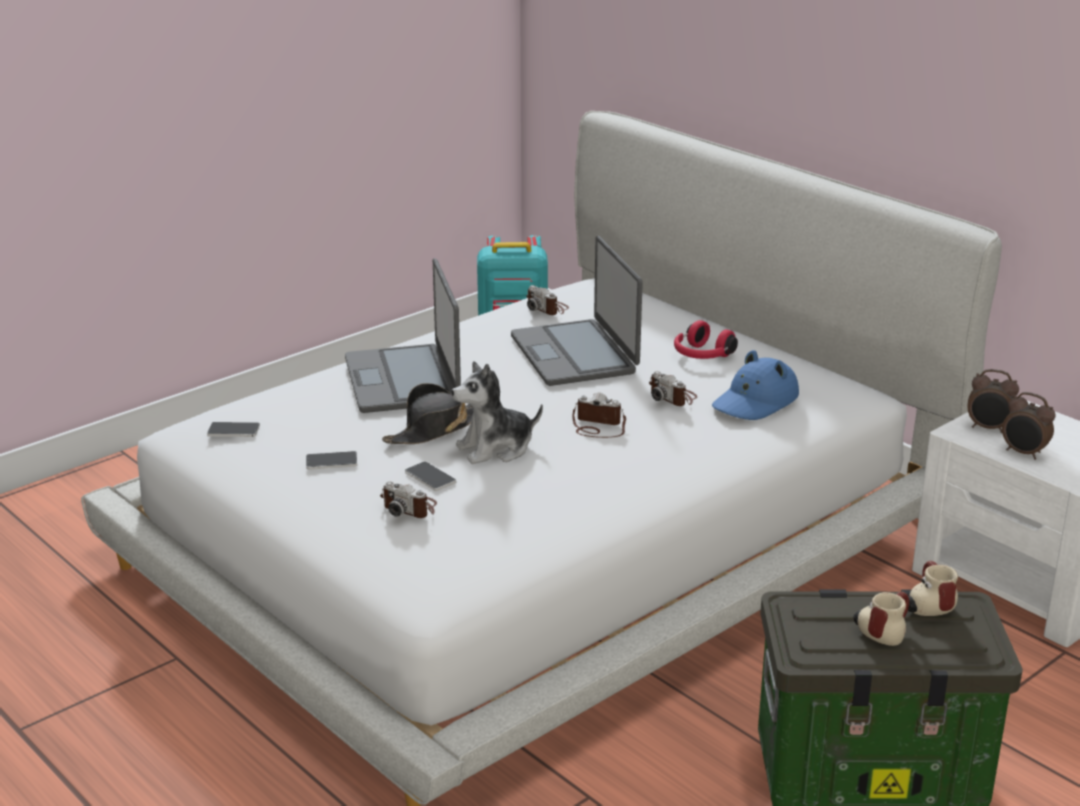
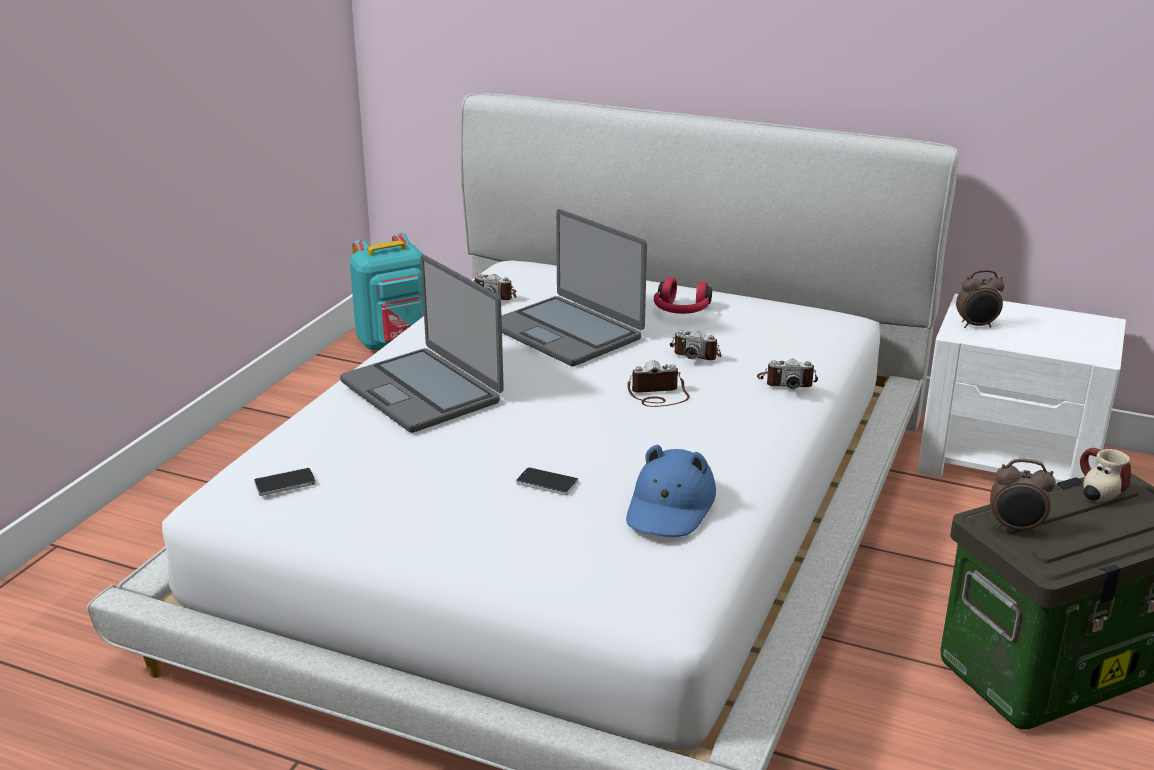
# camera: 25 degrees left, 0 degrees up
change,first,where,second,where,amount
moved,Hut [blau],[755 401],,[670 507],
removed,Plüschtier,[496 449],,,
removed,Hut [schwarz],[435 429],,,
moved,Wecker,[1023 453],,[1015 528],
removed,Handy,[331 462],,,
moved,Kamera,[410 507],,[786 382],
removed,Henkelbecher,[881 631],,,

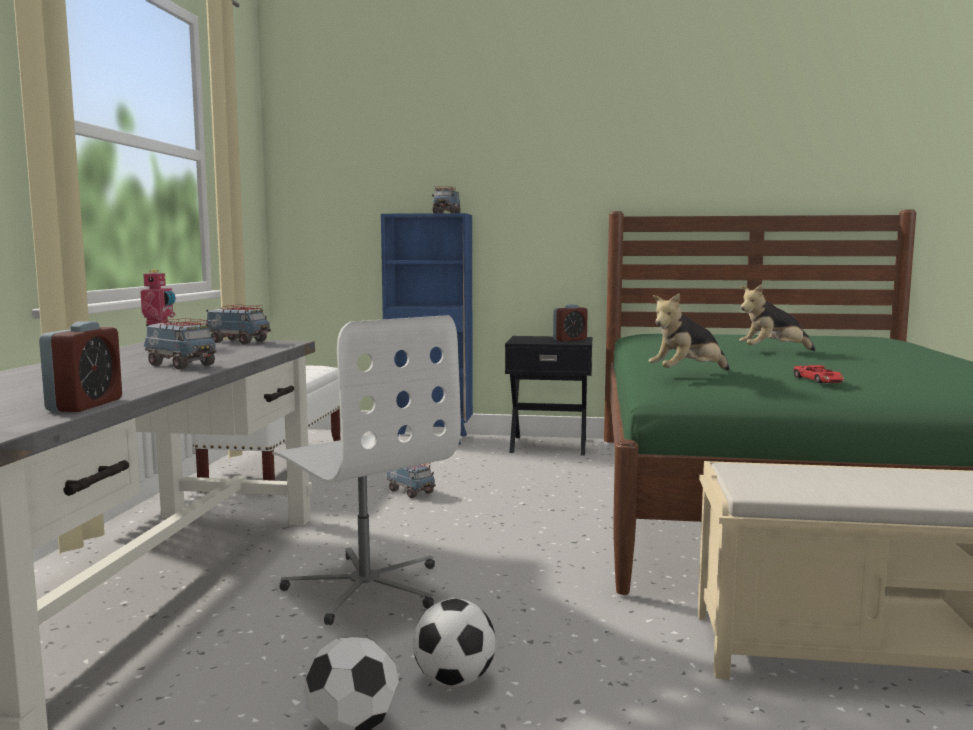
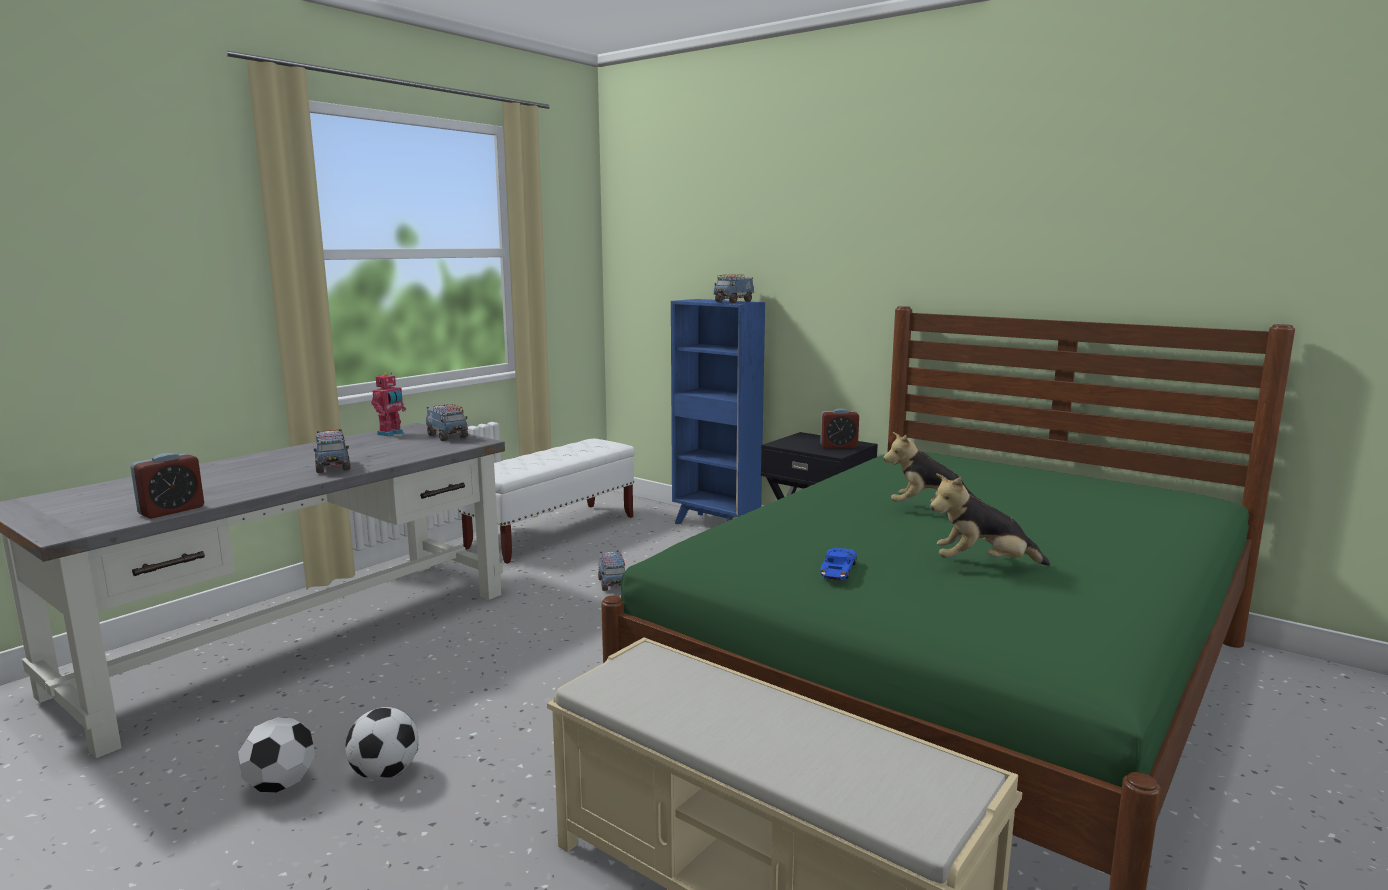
# camera: 30 degrees right, 5 degrees up
change,first,where,second,where,amount
moved,Plüschtier,[687 374],,[983 565],
removed,Bürostuhl [weiß],[365 587],,,
recoloured,Spielzeugauto [rot],[818 380],Spielzeugauto [blau],[837 570],

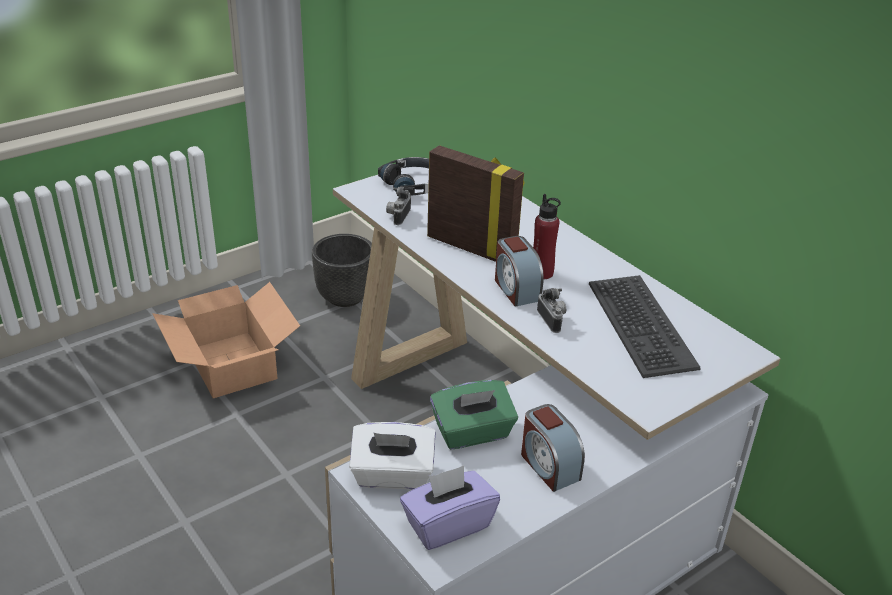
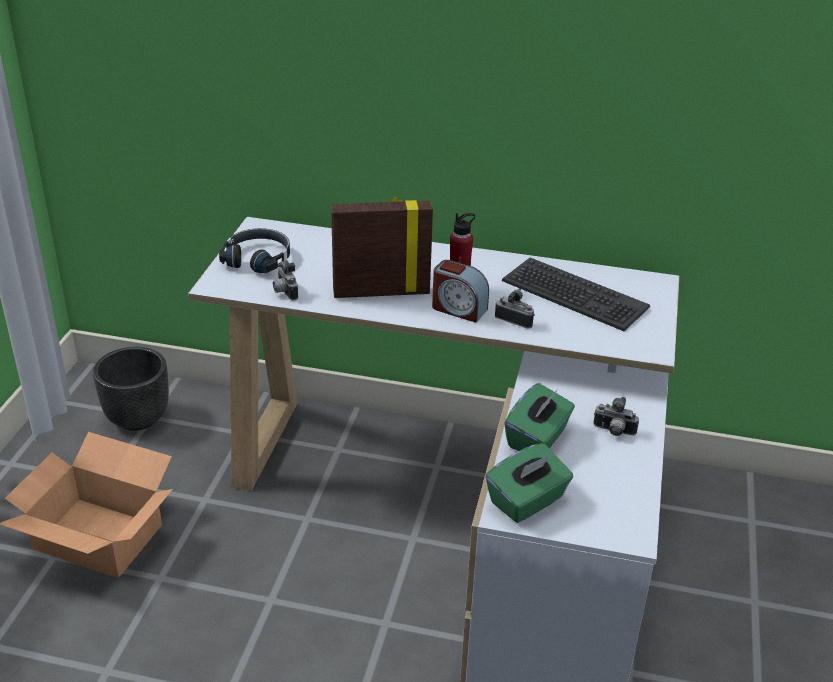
# camera: 40 degrees left, 0 degrees up
change,first,where,second,where,amount
replaced,Wecker,[548 466],Kamera,[613 432],
recoloured,Taschentuchbox [weiß],[392 475],Taschentuchbox [grün],[527 501],
removed,Taschentuchbox [lila],[448 524],,,

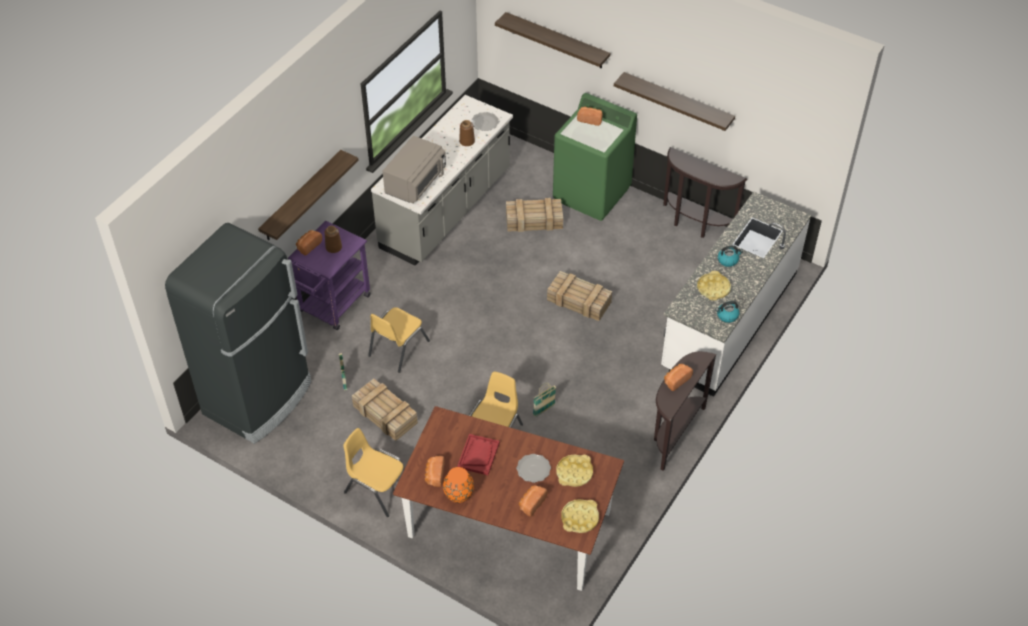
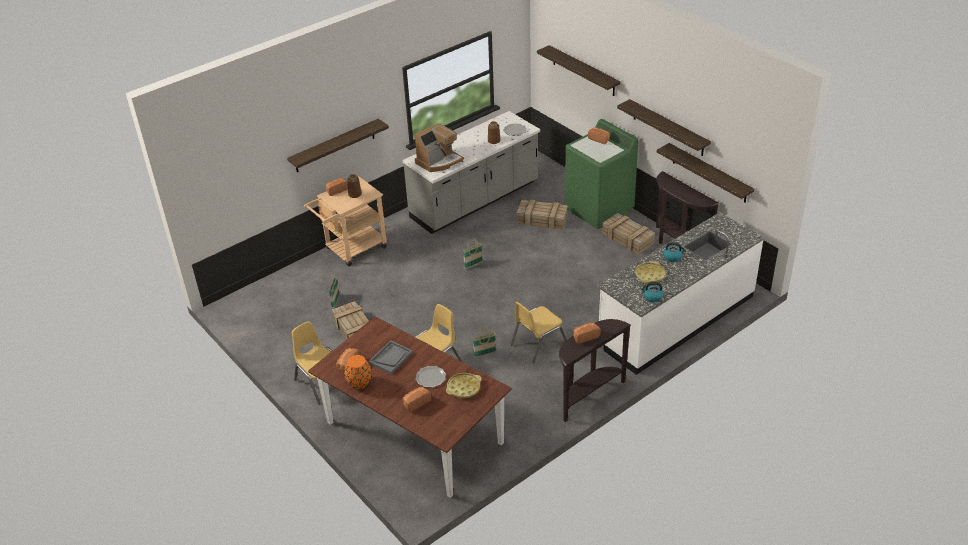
# camera: 20 degrees right, 10 degrees down
change,first,where,second,where,amount
replaced,Mikrowelle [grau],[416 183],Kaffeemaschine,[439 162],
recoloured,Rollwagen [lila],[330 307],Rollwagen [beige],[351 250],
removed,Kühlschrank [schwarz],[259 398],,,
moved,Kiste,[580 301],,[628 239],
moved,Stuhl [gelb],[398 348],,[538 344],
recoloured,Tablett [rot],[478 455],Tablett [grau],[391 358],
removed,Tablett [gelb],[580 518],,,
added,,,Wandregal,[709 173],
added,,,Korb,[473 265],

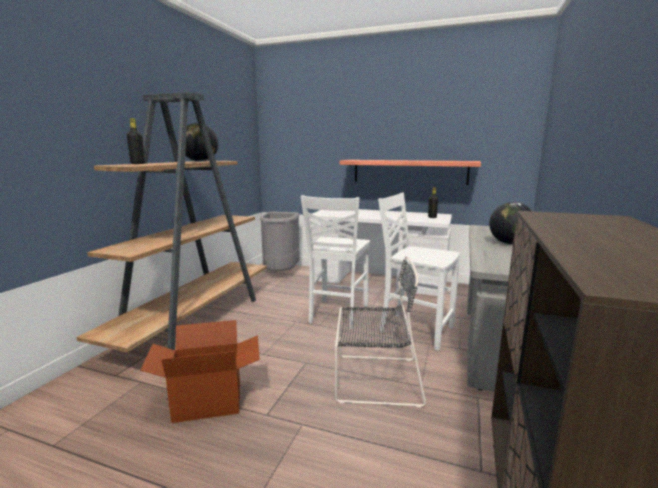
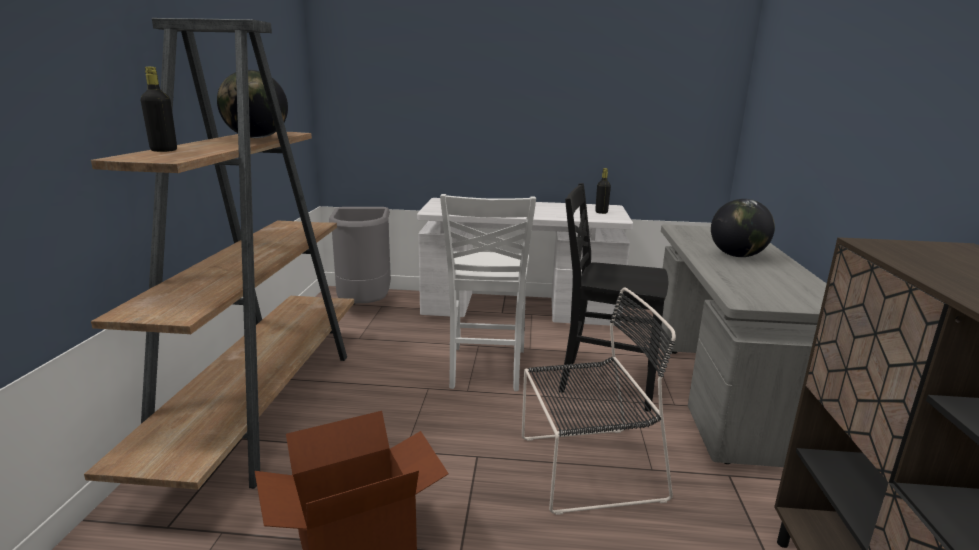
# camera: 15 degrees left, 5 degrees up
change,first,where,second,where,amount
removed,Wandregal,[409 171],,,
recoloured,Stuhl [weiß],[414 330],Stuhl [schwarz],[605 382],

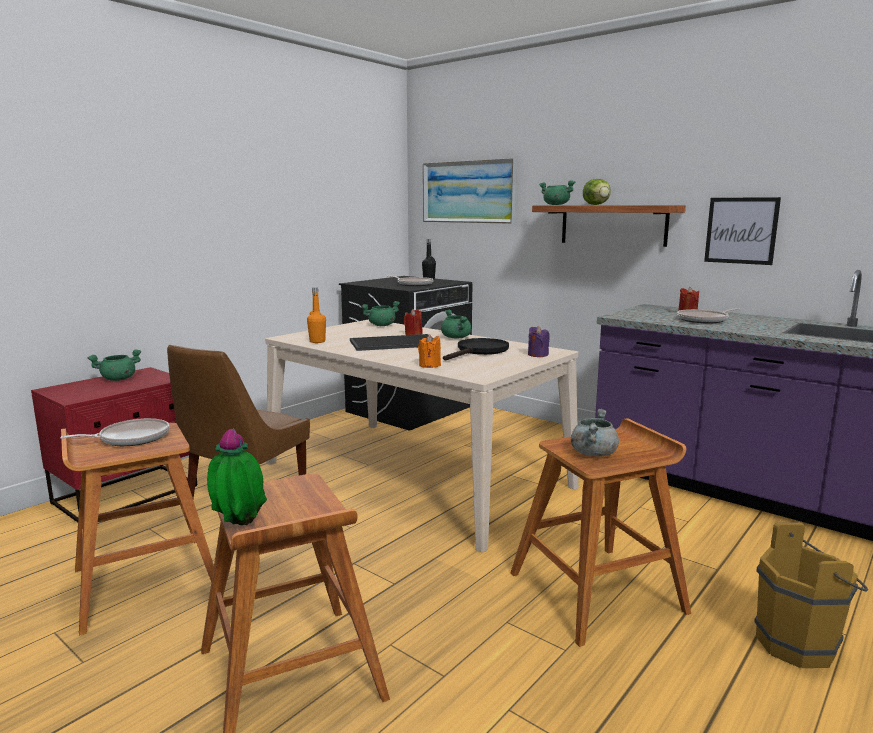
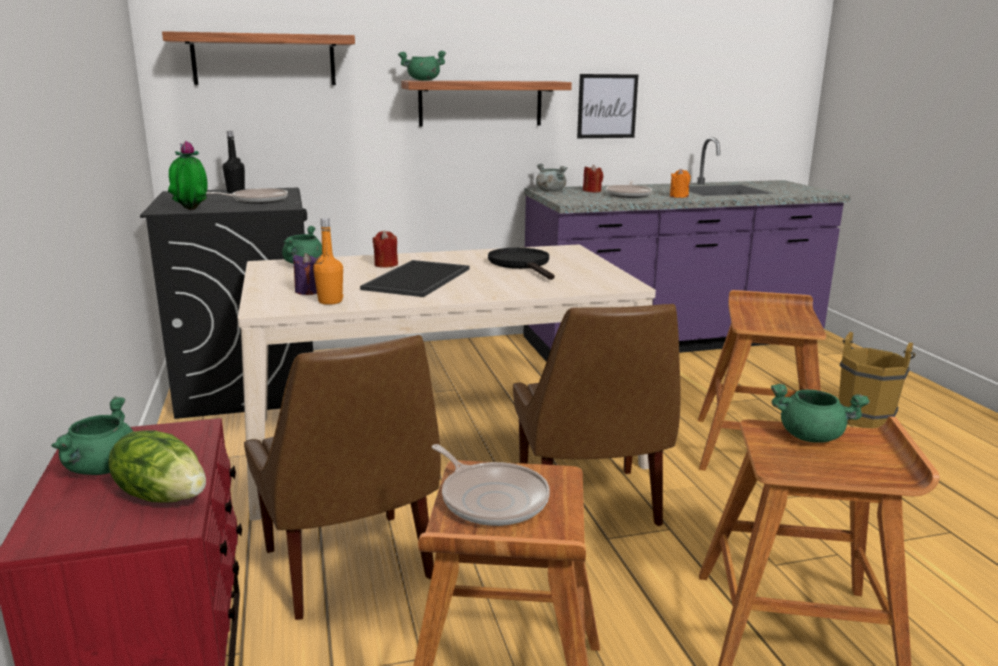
# camera: 55 degrees left, 5 degrees up
change,first,where,second,where,amount
replaced,Bild,[468 192],Wandregal,[264 60],
moved,Salatkopf,[597 205],,[163 495],
moved,Kochtopf [grün],[456 338],,[811 436],
moved,Kerze [lila],[537 355],,[308 291],
moved,Kerze [orange],[429 365],,[679 196],
moved,Kochtopf [grau],[593 453],,[549 191],
turned,Pfanne,[131 438],,[491 499],135 degrees clockwise
moved,Topfpflanze,[238 527],,[191 210],
added,,,Stuhl [braun],[589 505],

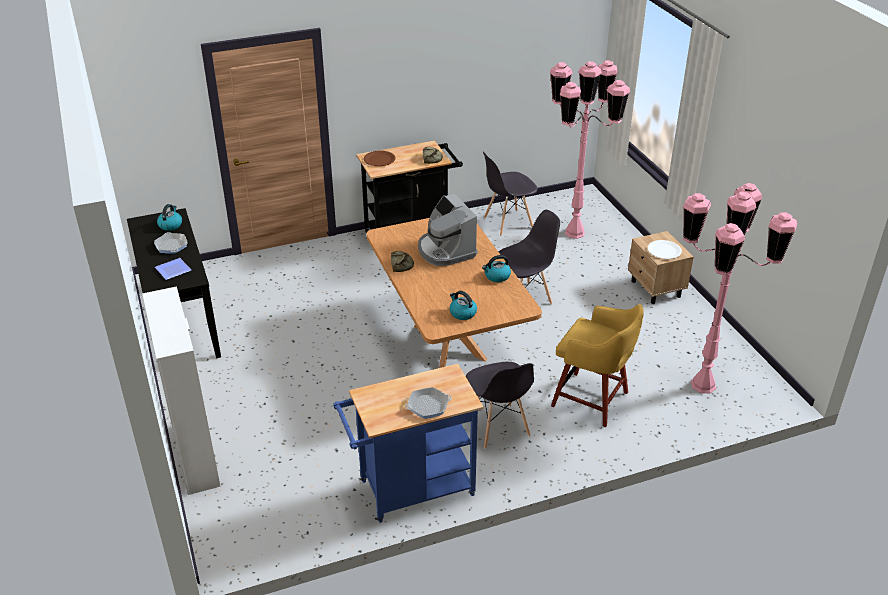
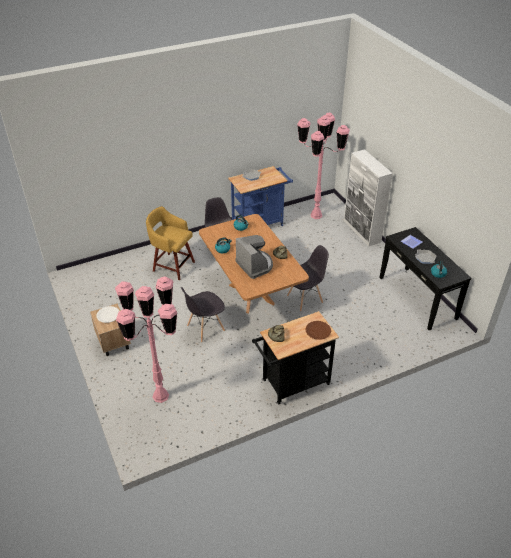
# camera: 175 degrees right, 5 degrees up
change,first,where,second,where,amount
moved,Stuhl [grau],[507 223],,[305 299],
moved,Stehlampe [rosa],[703 385],,[316 215],

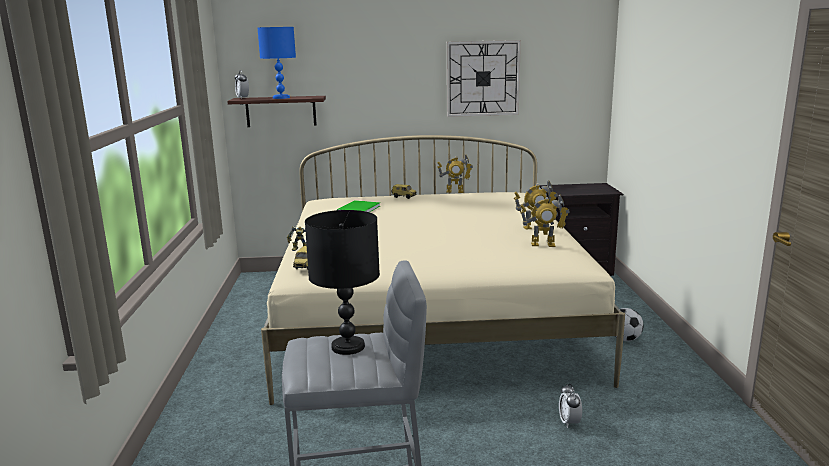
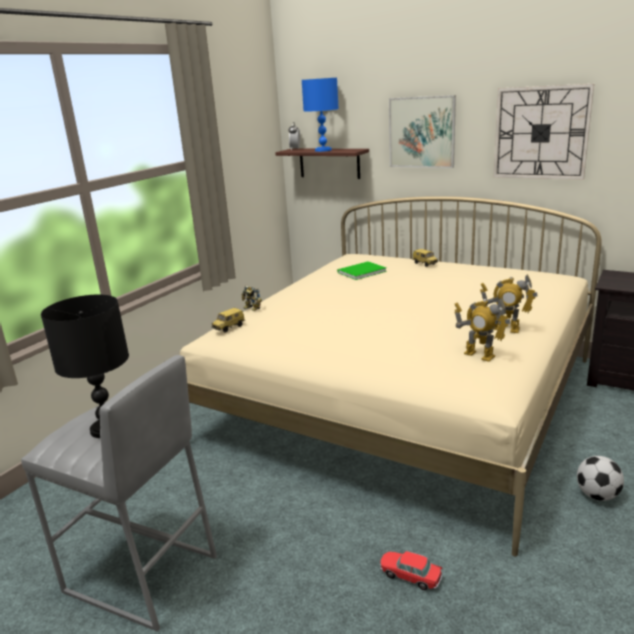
# camera: 35 degrees right, 5 degrees up
change,first,where,second,where,amount
removed,Spielzeugroboter,[455 191],,,
replaced,Wecker,[569 422],Spielzeugauto,[410 576],
added,,,Bild,[422 132],

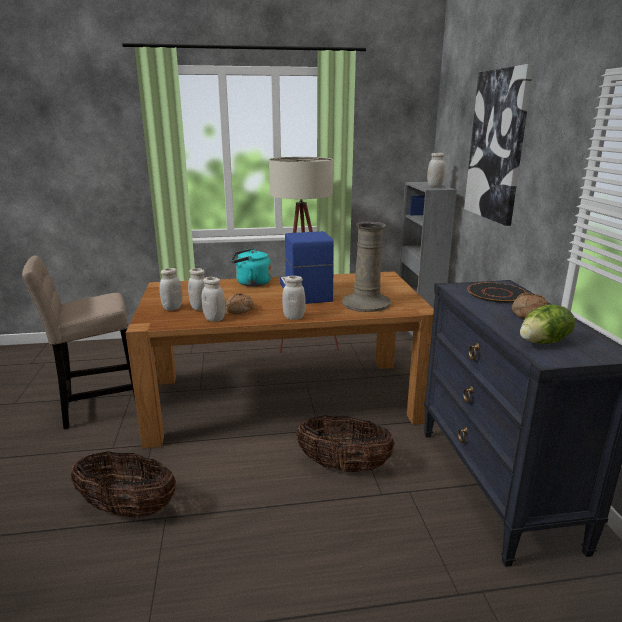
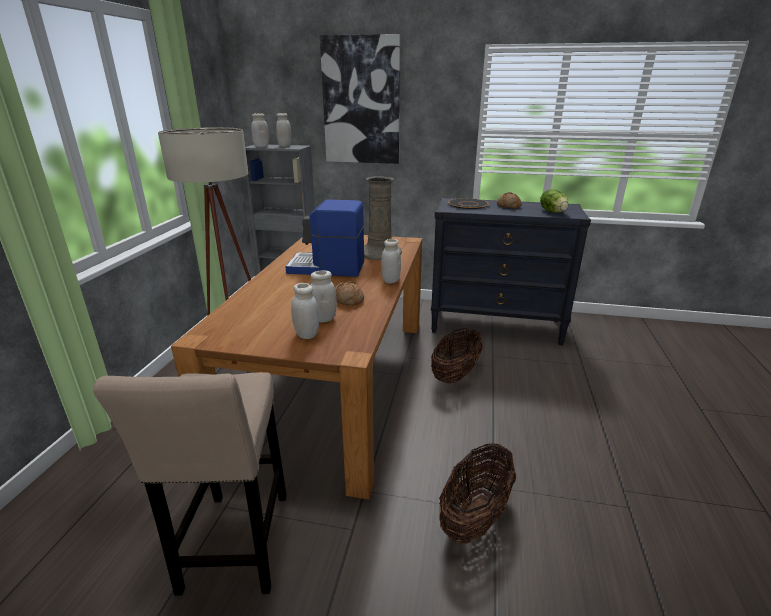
# camera: 70 degrees left, 5 degrees up
change,first,where,second,where,amount
removed,Wasserkessel [türkis],[251 283],,,
moved,Vorratsglas [weiß],[214 319],,[261 146],

